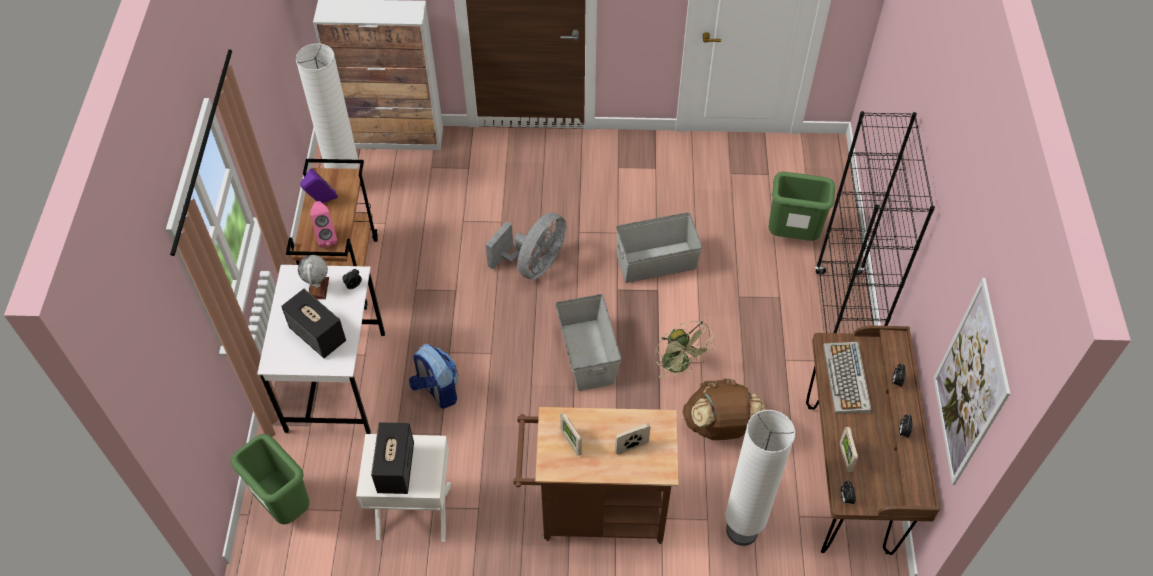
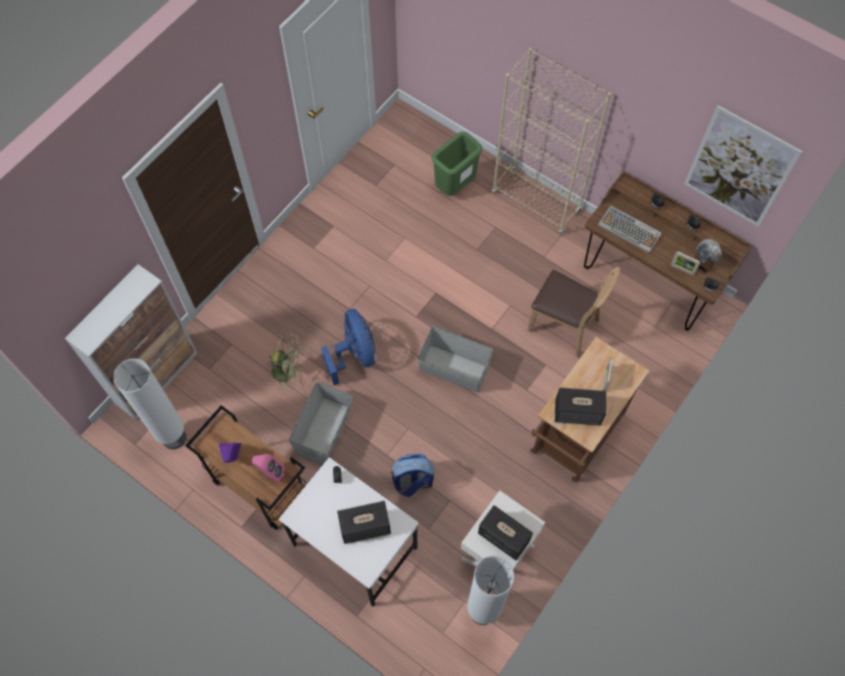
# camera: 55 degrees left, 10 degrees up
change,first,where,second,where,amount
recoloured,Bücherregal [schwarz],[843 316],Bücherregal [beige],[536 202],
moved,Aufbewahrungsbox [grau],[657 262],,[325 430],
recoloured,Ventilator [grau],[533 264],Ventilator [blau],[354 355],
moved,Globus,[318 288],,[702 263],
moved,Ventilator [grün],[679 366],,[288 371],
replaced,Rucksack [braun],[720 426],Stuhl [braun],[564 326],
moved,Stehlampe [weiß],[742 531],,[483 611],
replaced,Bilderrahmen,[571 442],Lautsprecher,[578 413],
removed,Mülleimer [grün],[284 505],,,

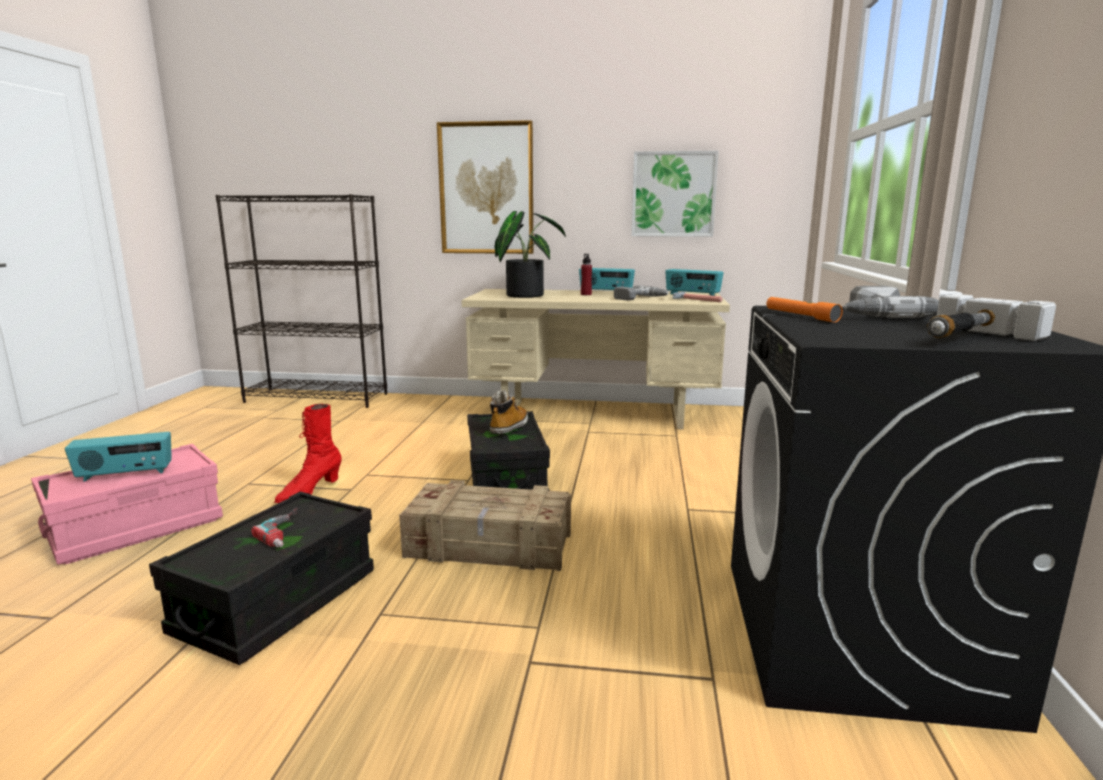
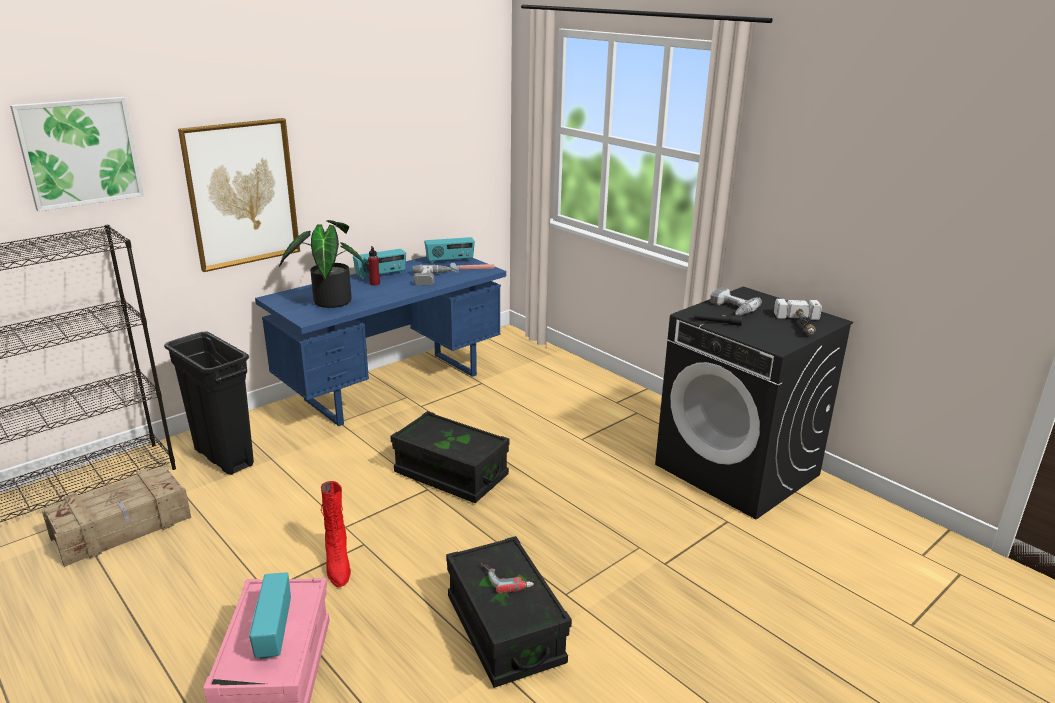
# camera: 50 degrees left, 10 degrees up
change,first,where,second,where,amount
moved,Bild,[673 194],,[80 152],
recoloured,Schreibtisch [beige],[595 414],Schreibtisch [blau],[393 386],
recoloured,Taschenlampe [orange],[800 316],Taschenlampe [schwarz],[717 322],
removed,Stiefel,[509 427],,,
turned,Radio,[125 474],,[273 631],150 degrees clockwise
moved,Kiste,[490 546],,[123 528],
added,,,Mülleimer [schwarz],[224 457],

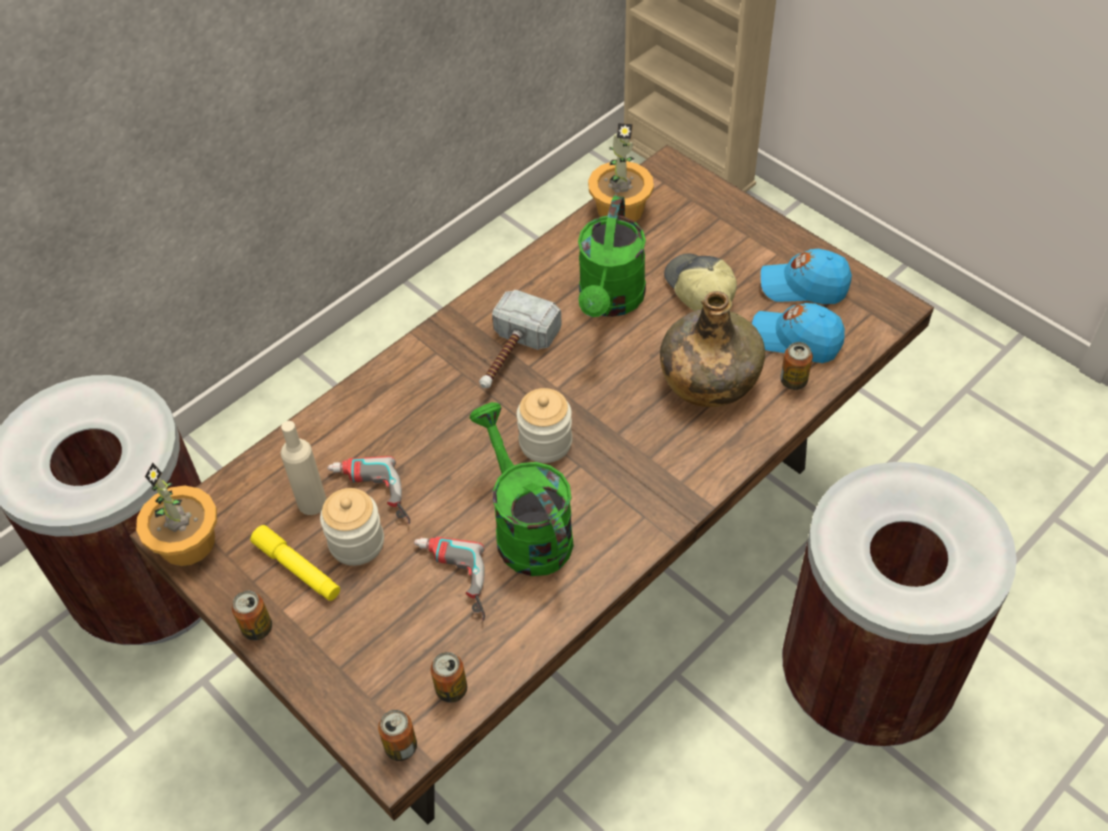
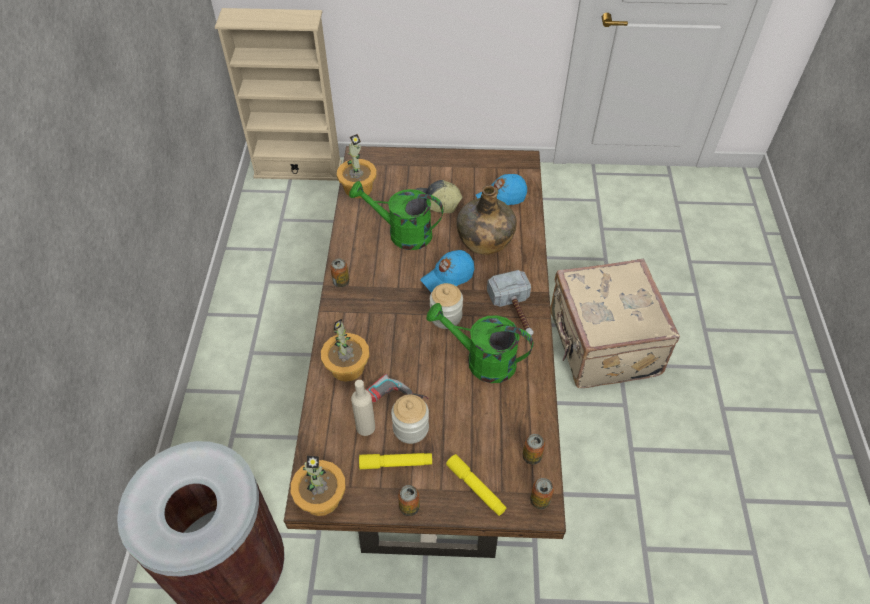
# camera: 45 degrees left, 0 degrees up
change,first,where,second,where,amount
turned,Gießkanne [grün],[610 302],,[402 233],135 degrees clockwise
moved,Kappe [blau],[804 286],,[448 278],
moved,Hammer,[511 355],,[515 312],
moved,Dose,[793 381],,[341 282],
replaced,Mülleimer [braun],[864 680],Koffer [beige],[601 345],
removed,Bohrmaschine,[450 581],,,
added,,,Topfpflanze,[348 367],
added,,,Taschenlampe [gelb],[476 488],

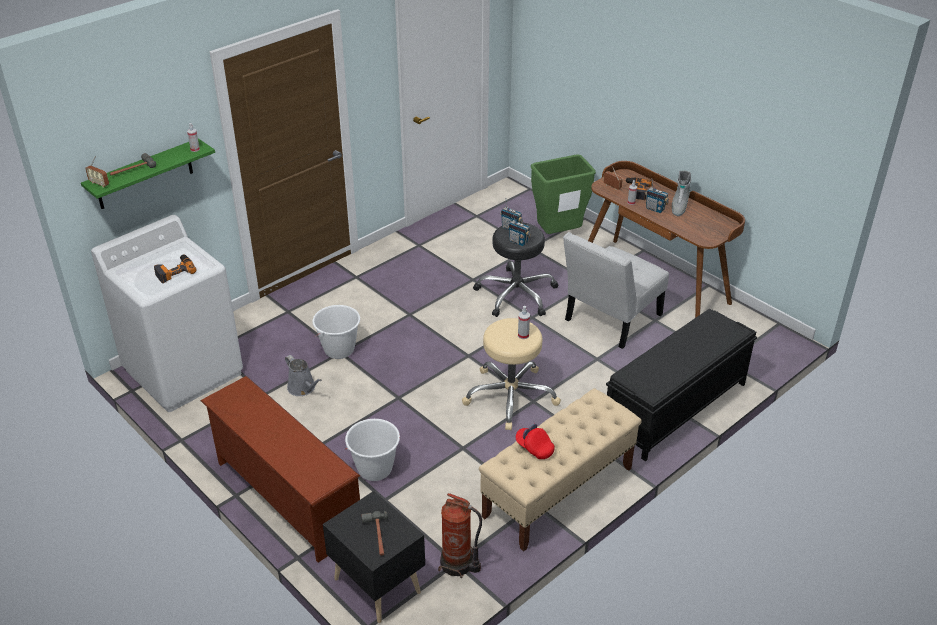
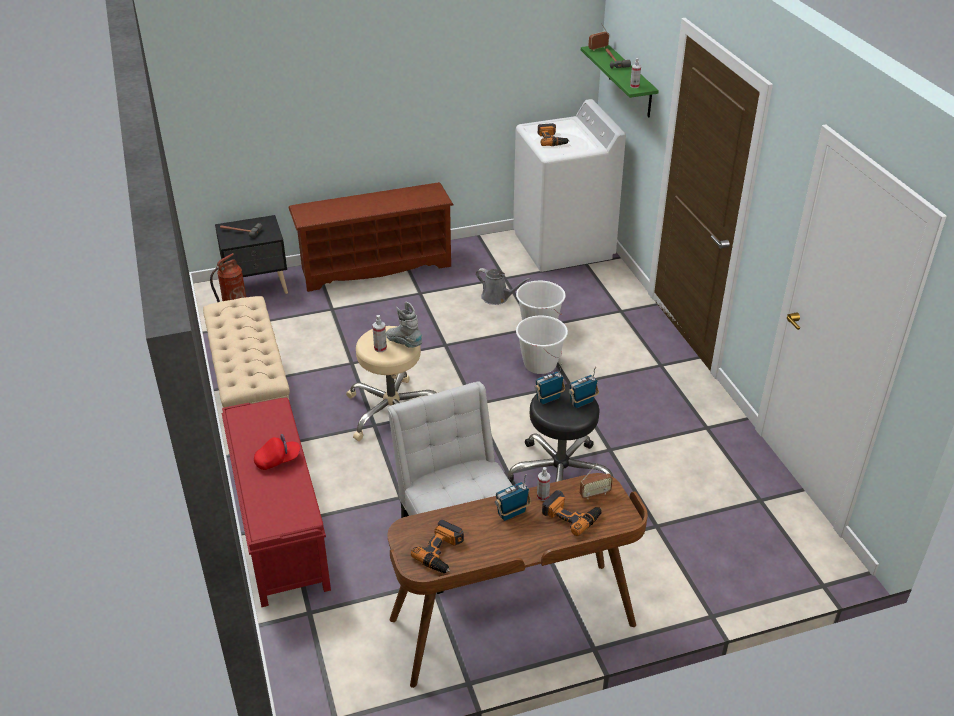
# camera: 115 degrees right, 0 degrees up
change,first,where,second,where,amount
removed,Mülleimer [grün],[558 235],,,
moved,Stiefel [grau],[679 207],,[404 343],
recoloured,Bank [schwarz],[674 408],Bank [rot],[279 524],
turned,Gießkanne [grau],[303 388],,[497 298],135 degrees counterclockwise
moved,Eimer [weiß],[375 469],,[539 364],
moved,Kappe [rot],[534 448],,[278 460],
added,,,Bohrmaschine,[442 552],

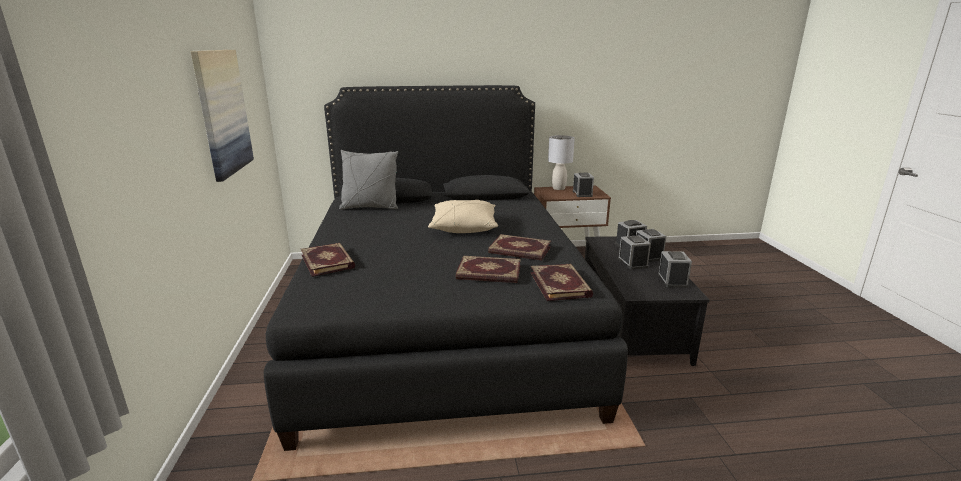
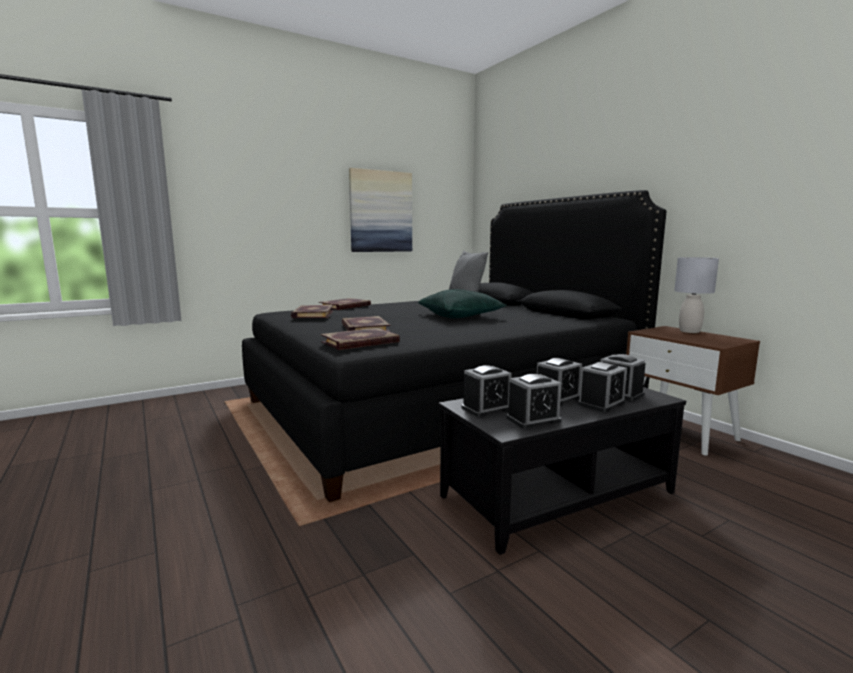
# camera: 65 degrees right, 10 degrees down
change,first,where,second,where,amount
moved,Wecker,[582 193],,[486 408],
recoloured,Kissen [beige],[463 227],Kissen [grün],[461 316],
moved,Buch,[519 250],,[312 314],

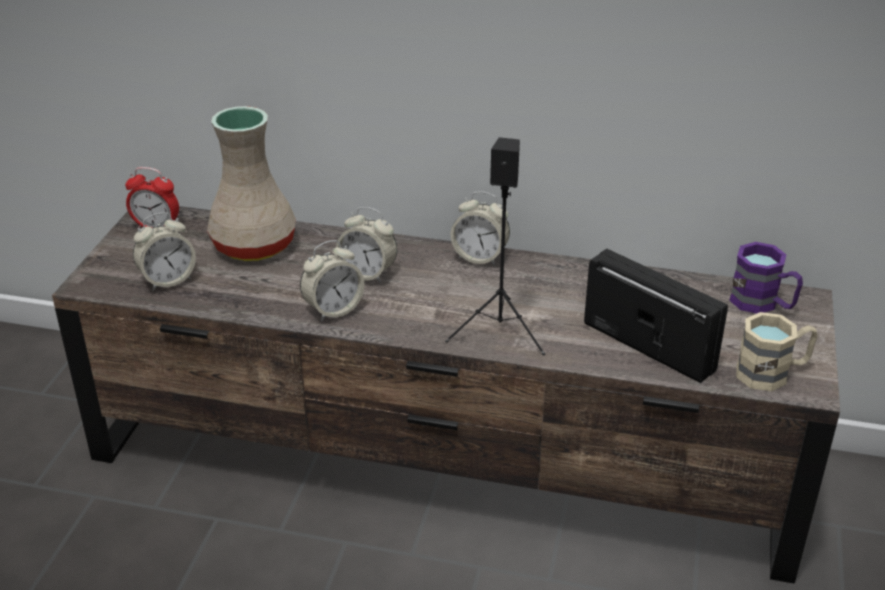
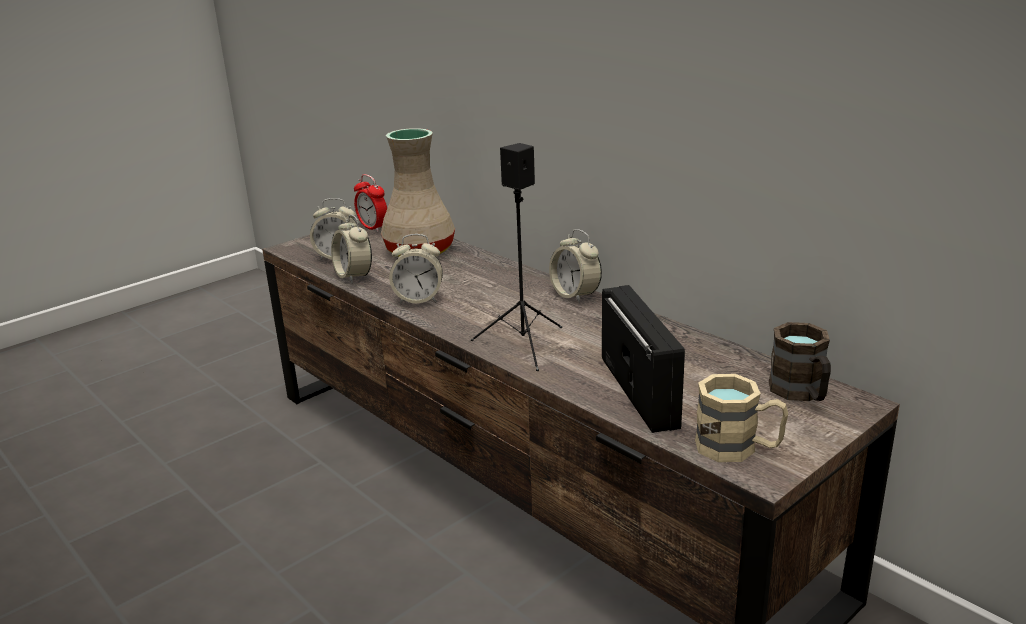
# camera: 35 degrees right, 10 degrees down
change,first,where,second,where,amount
moved,Wecker,[368 273],,[354 276],
recoloured,Henkelbecher [lila],[762 304],Henkelbecher [braun],[801 393],

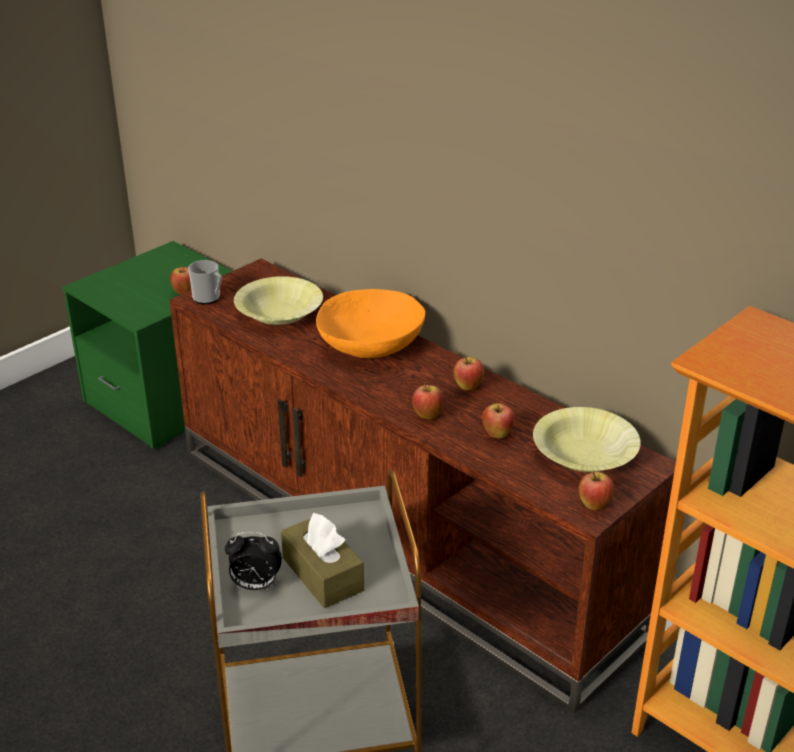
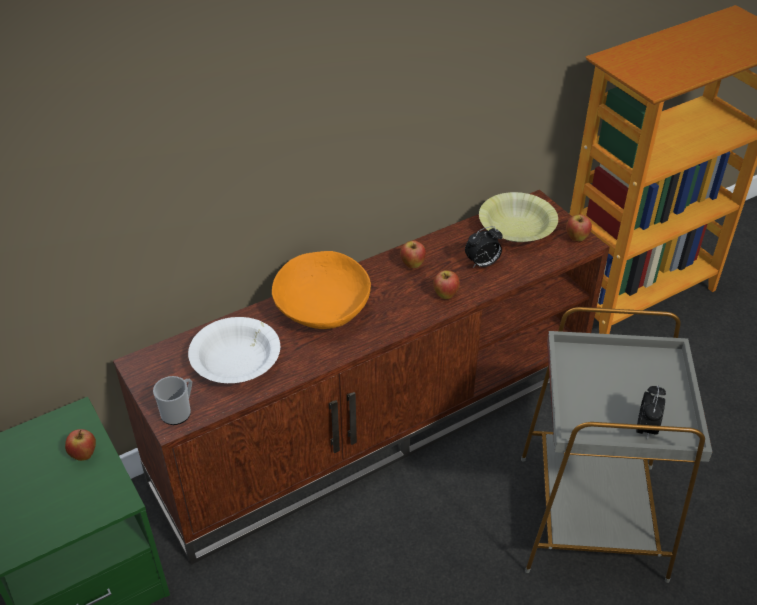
# camera: 75 degrees left, 10 degrees up
change,first,where,second,where,amount
recoloured,Schüssel [gelb],[279 312],Schüssel [weiß],[236 361],
replaced,Apfel,[497 435],Wecker,[482 264],
removed,Taschentuchbox [braun],[322 574],,,

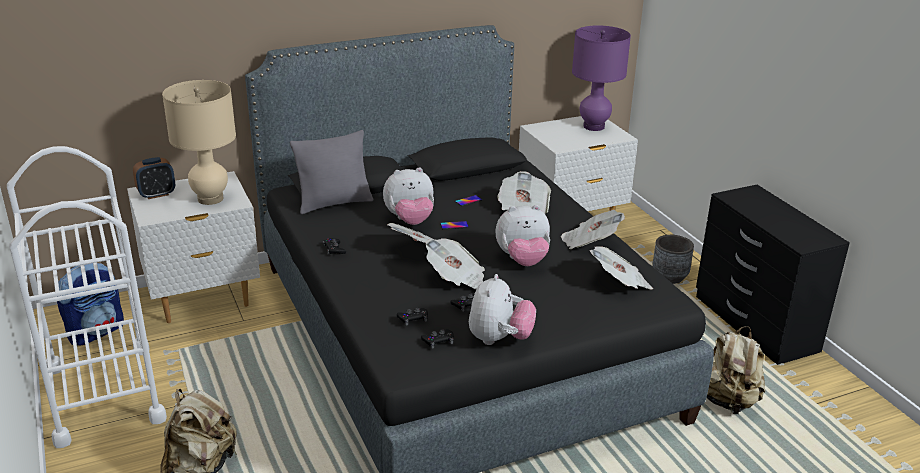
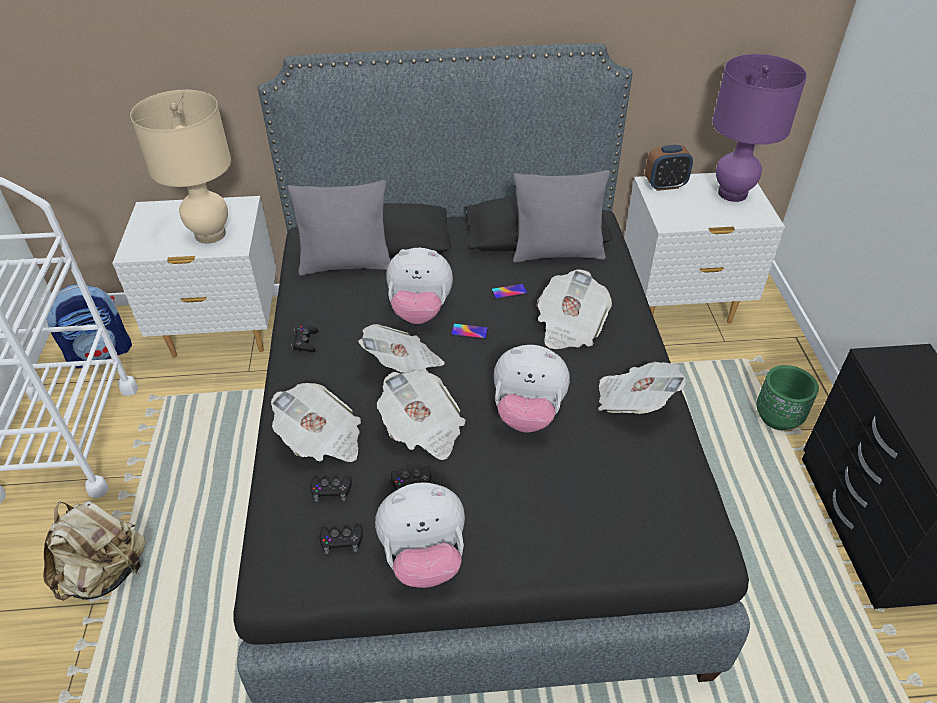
# camera: 20 degrees right, 15 degrees up
change,first,where,second,where,amount
moved,Wecker,[157 194],,[665 185],
recoloured,Pflanzkübel [grau],[669 277],Pflanzkübel [grün],[778 418],
moved,Zeitung,[620 283],,[322 439],
turned,Plüschtier,[499 339],,[424 558],45 degrees clockwise
removed,Rucksack [beige],[728 401],,,
added,,,Kissen [grau],[557 253],

